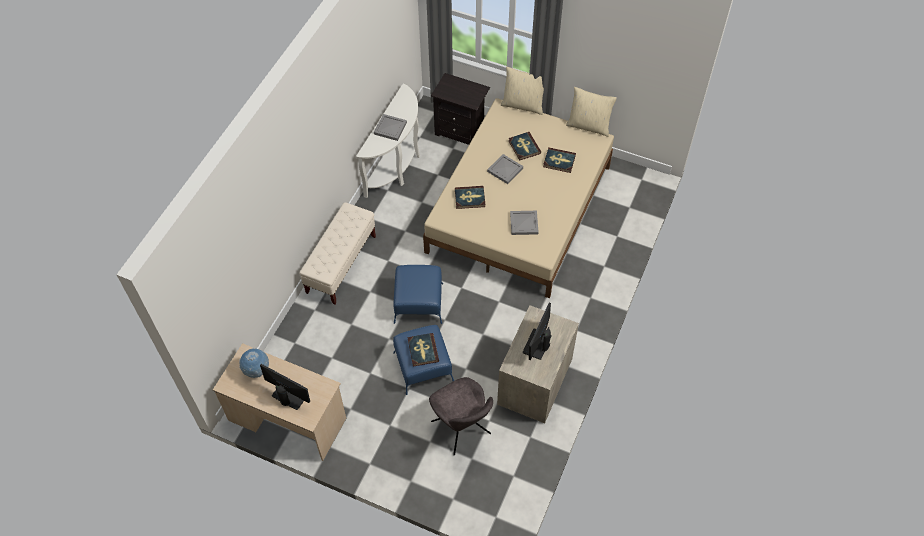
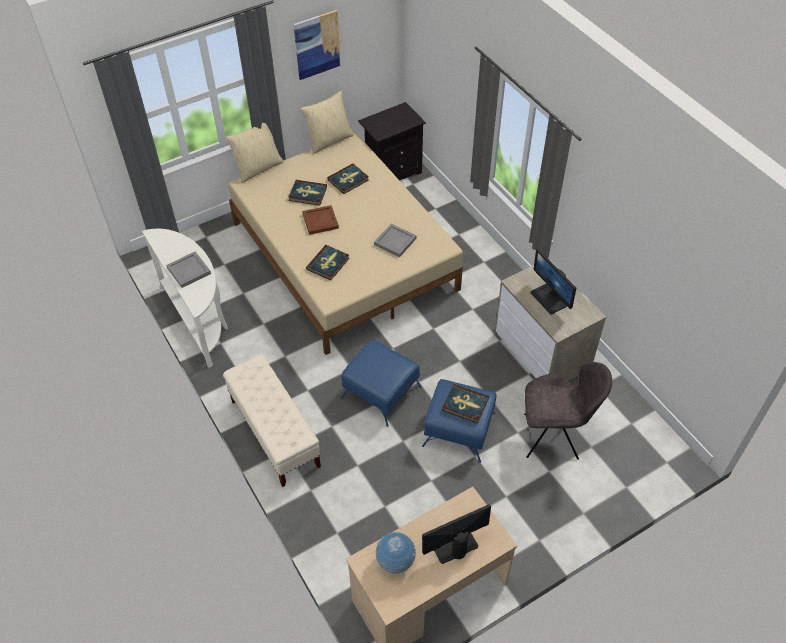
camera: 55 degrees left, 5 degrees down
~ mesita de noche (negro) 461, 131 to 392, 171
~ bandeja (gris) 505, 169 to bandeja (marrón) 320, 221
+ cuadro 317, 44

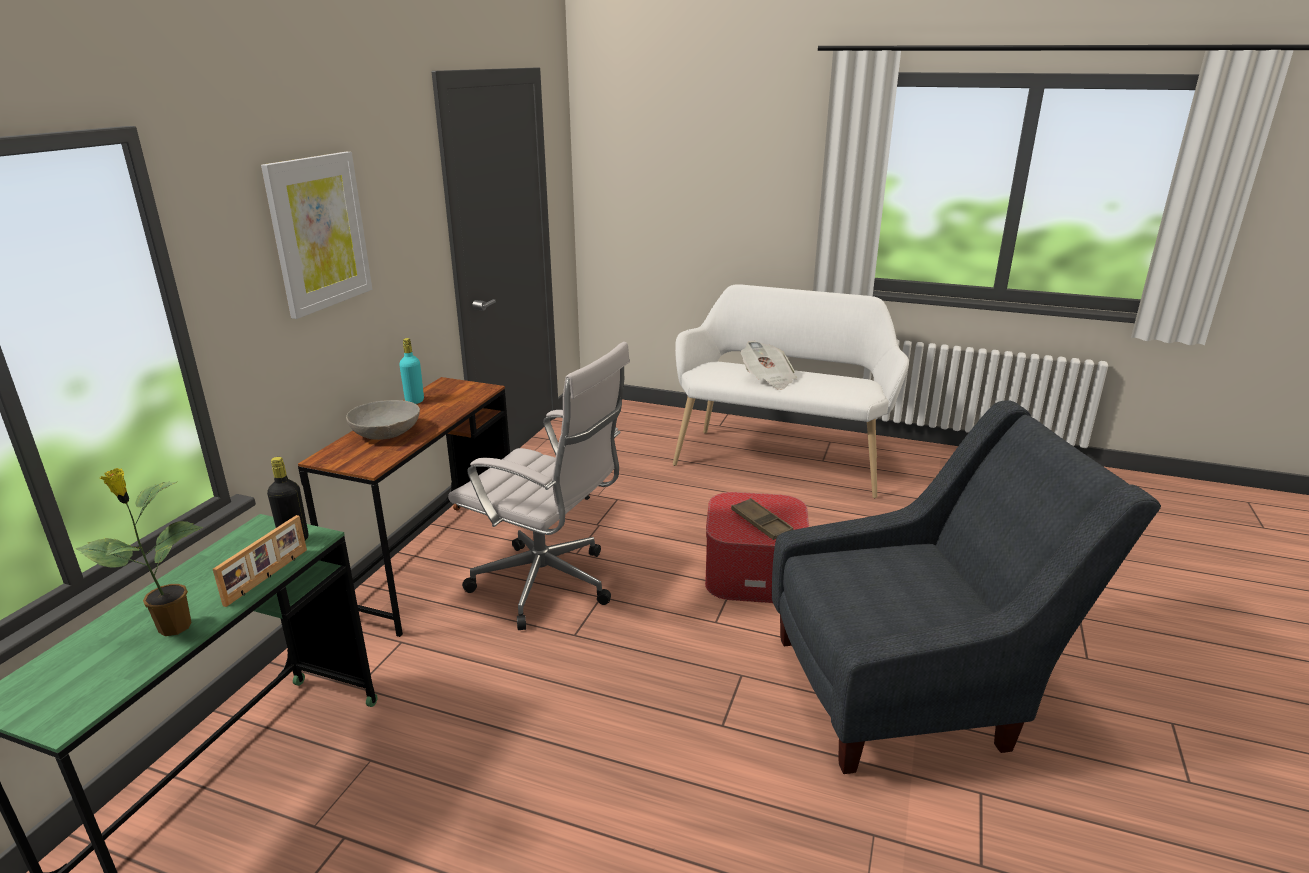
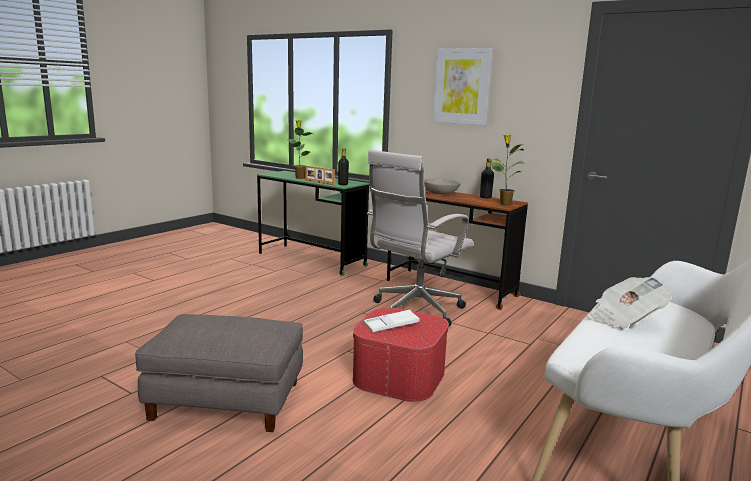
camera: 105 degrees right, 10 degrees down
~ botella (turquesa) 414, 401 to botella (negro) 485, 197
~ bandeja (marrón) 761, 523 to bandeja (blanco) 391, 325
~ sillón (gris) 913, 688 to puf (gris) 225, 401
+ planta en maceta 504, 204

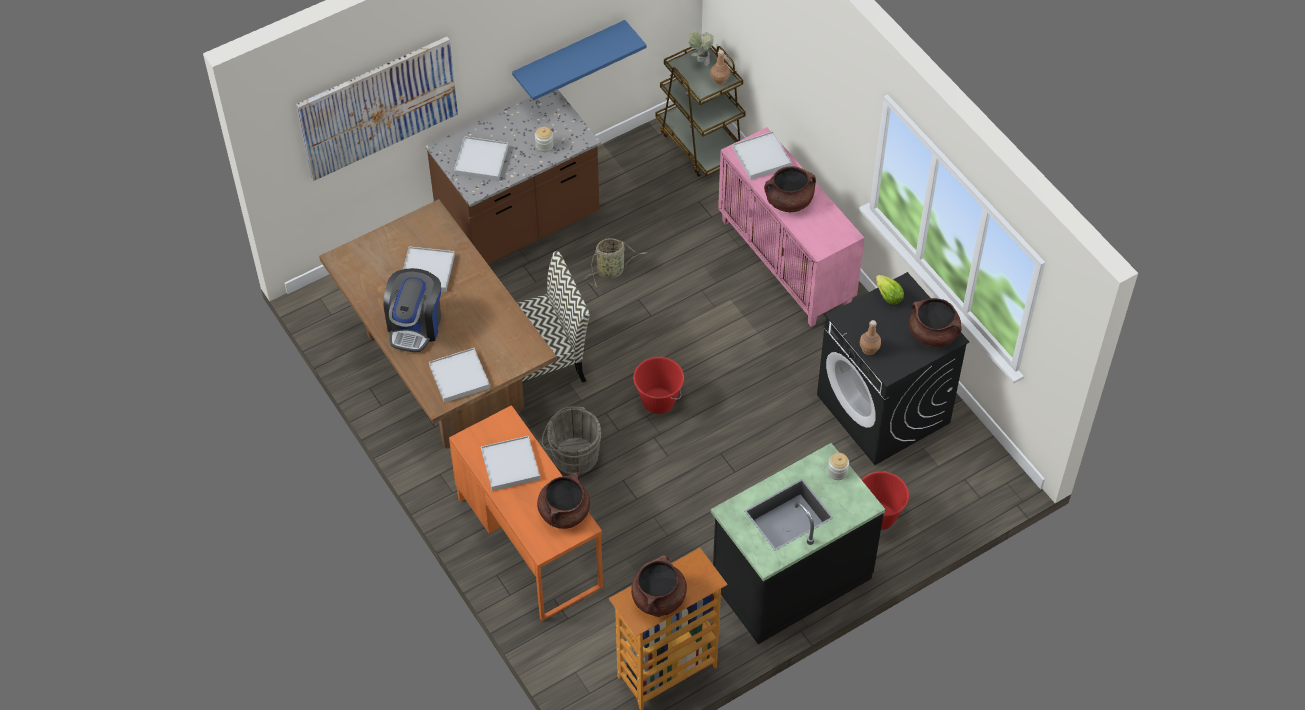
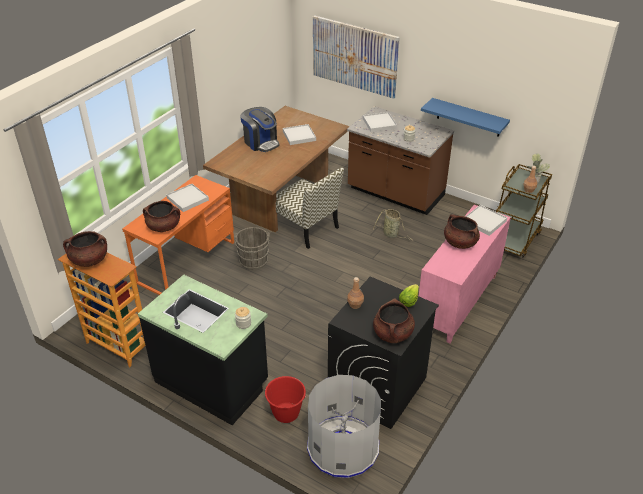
camera: 65 degrees right, 15 degrees down
~ cafetera 415, 325 = 261, 142 120 degrees counterclockwise
- bandeja (blanco) 459, 377
- cubo (rojo) 658, 401
+ papelera (gris) 343, 447

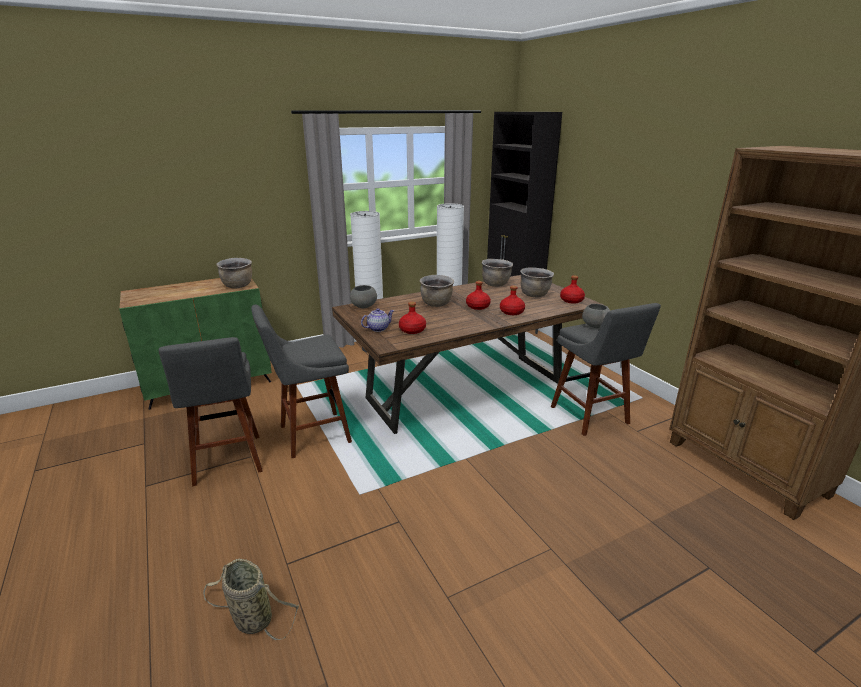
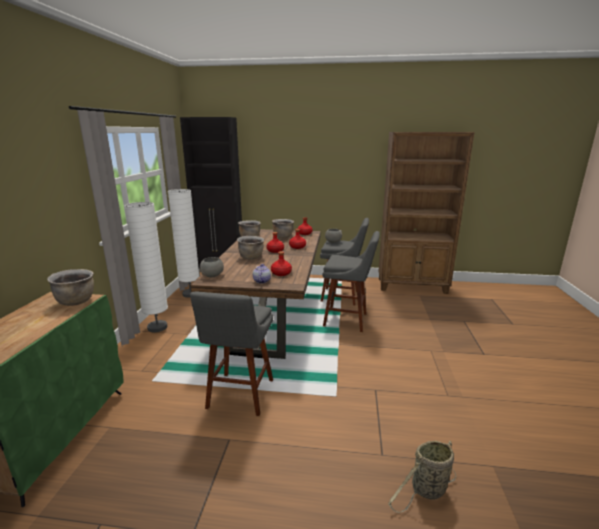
camera: 55 degrees left, 5 degrees down
~ taburete (gris) 227, 462 to 348, 320

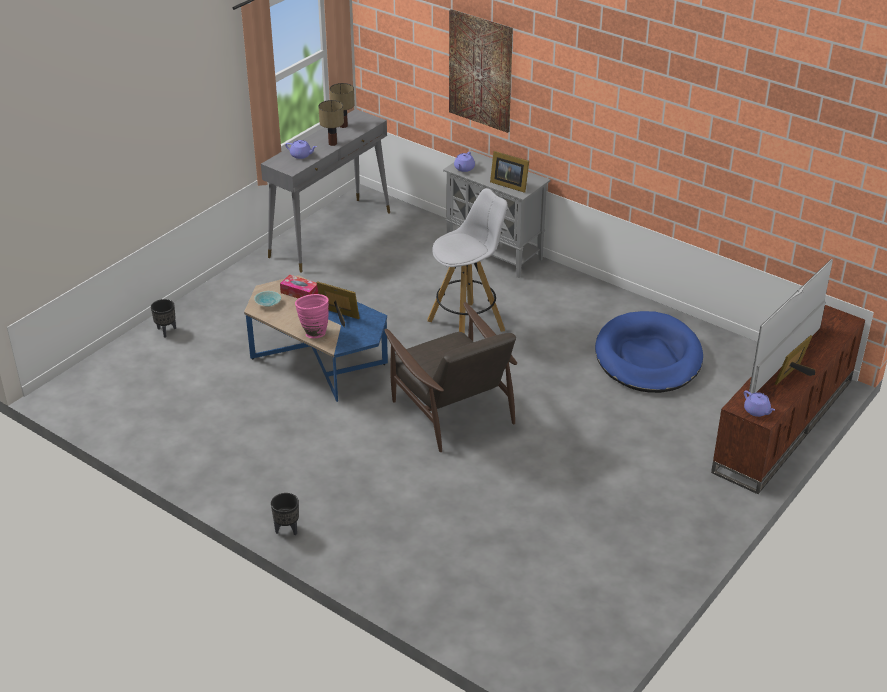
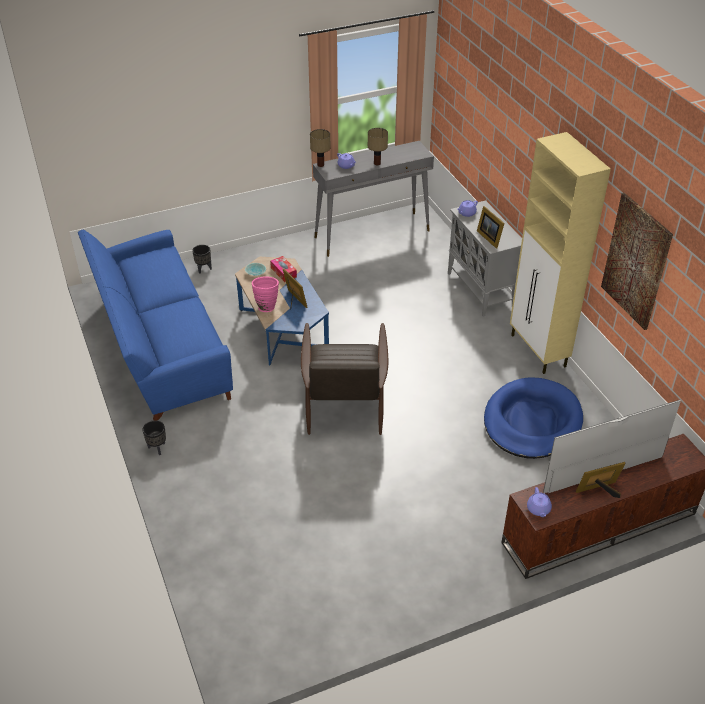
camera: 30 degrees right, 5 degrees up
~ lámpara de mesa 343, 125 to 320, 164
- taburete (blanco) 467, 325
~ cuadro 480, 70 to 636, 261
+ sofá (azul) 160, 347
+ armario (beis) 538, 351

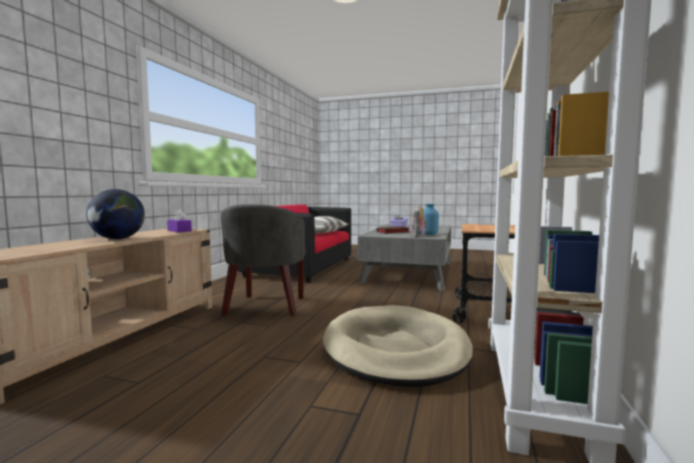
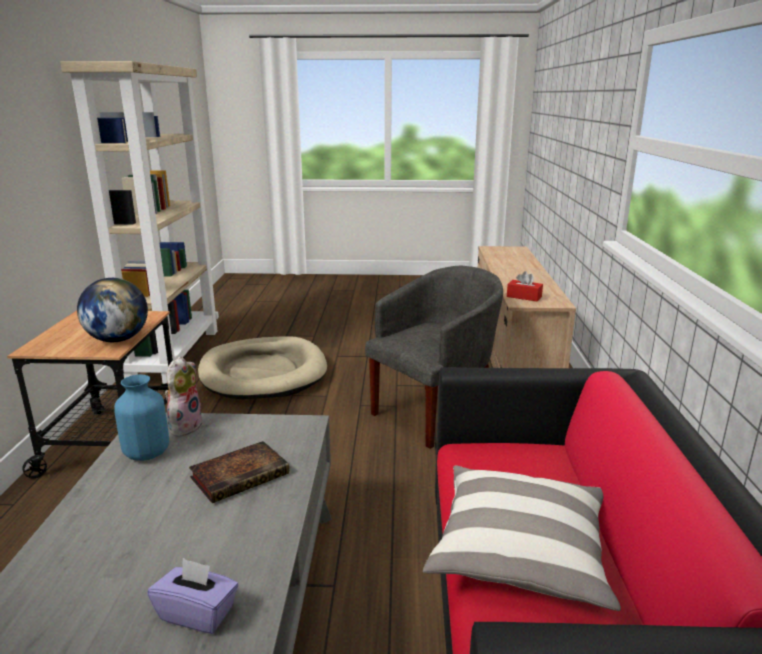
camera: 165 degrees right, 15 degrees up
~ globo terráqueo 118, 239 to 118, 339
~ caja de pañuelos (morado) 179, 231 to caja de pañuelos (rojo) 524, 297
~ sillón (gris) 266, 307 = 435, 414 60 degrees clockwise

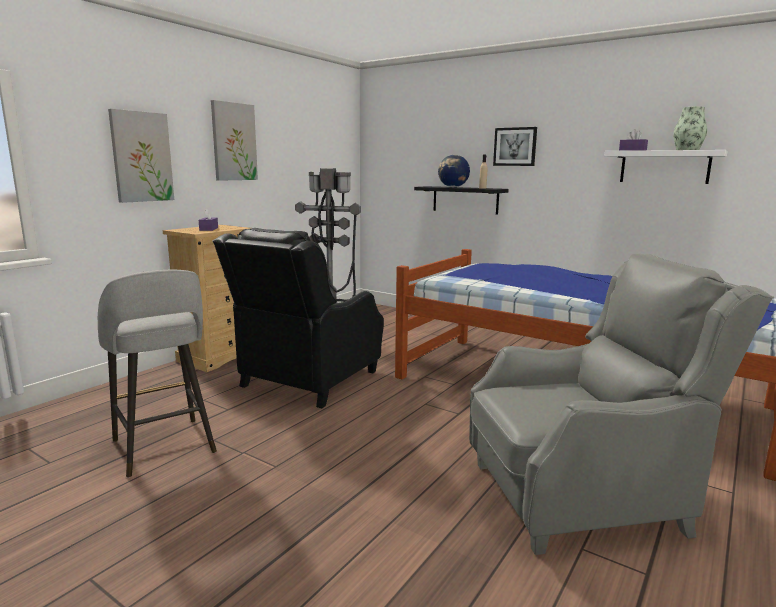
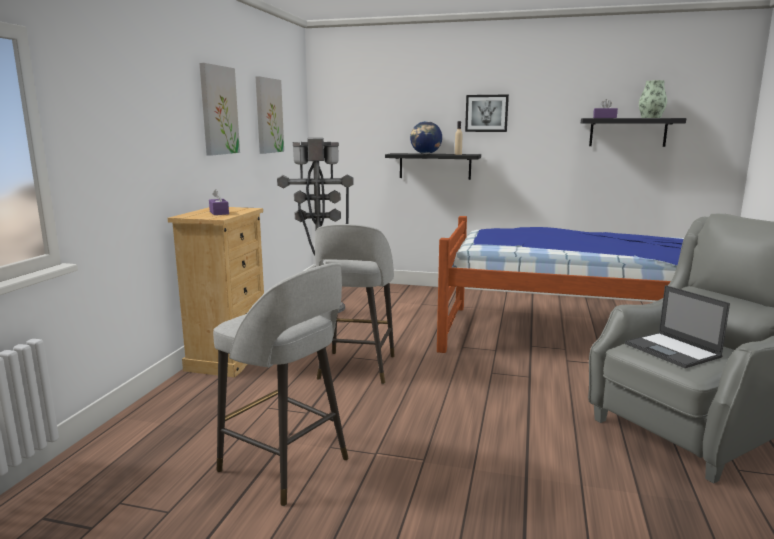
camera: 20 degrees left, 0 degrees up
~ cuadro 141, 157 to 268, 116
~ sillón (negro) 308, 380 to taburete (gris) 356, 368
~ estante (blanco) 664, 167 to estante (negro) 627, 132
+ portátil 673, 350

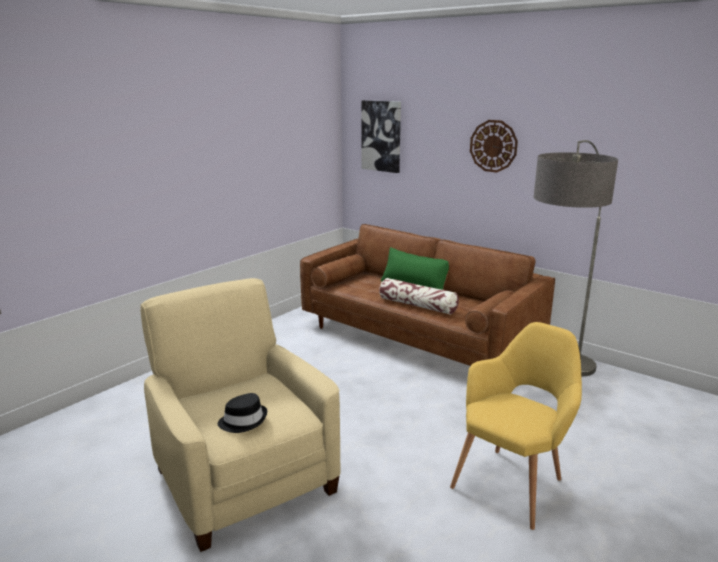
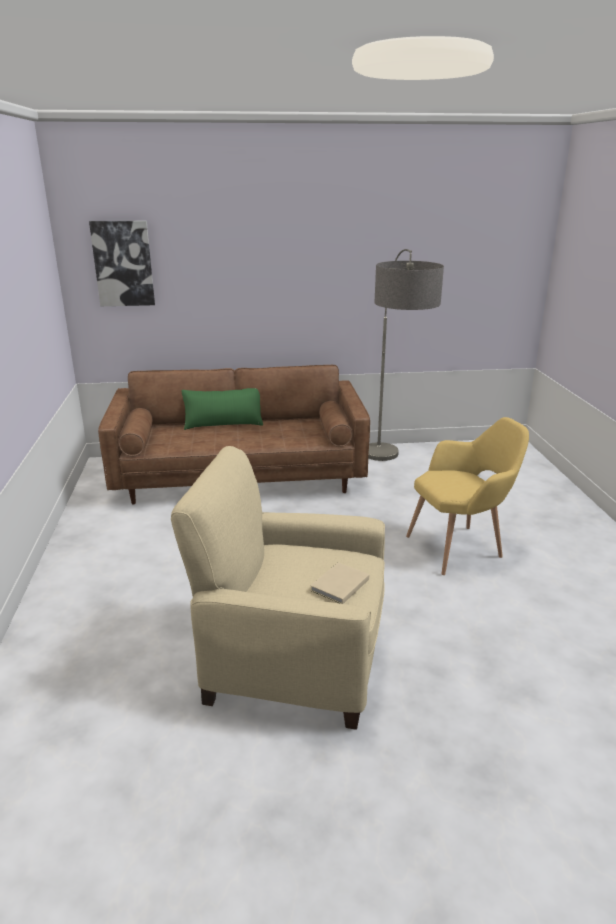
camera: 45 degrees left, 5 degrees up
~ sombrero (negro) 243, 420 to libro (beis) 338, 585
- cojín 417, 305
~ sillón (amarillo) 513, 482 = 460, 547 75 degrees clockwise
- reloj de pared 493, 146

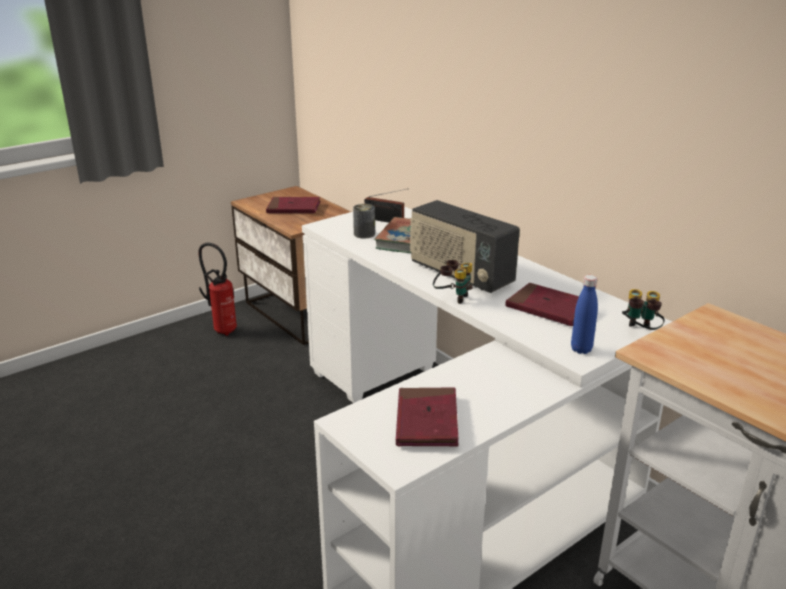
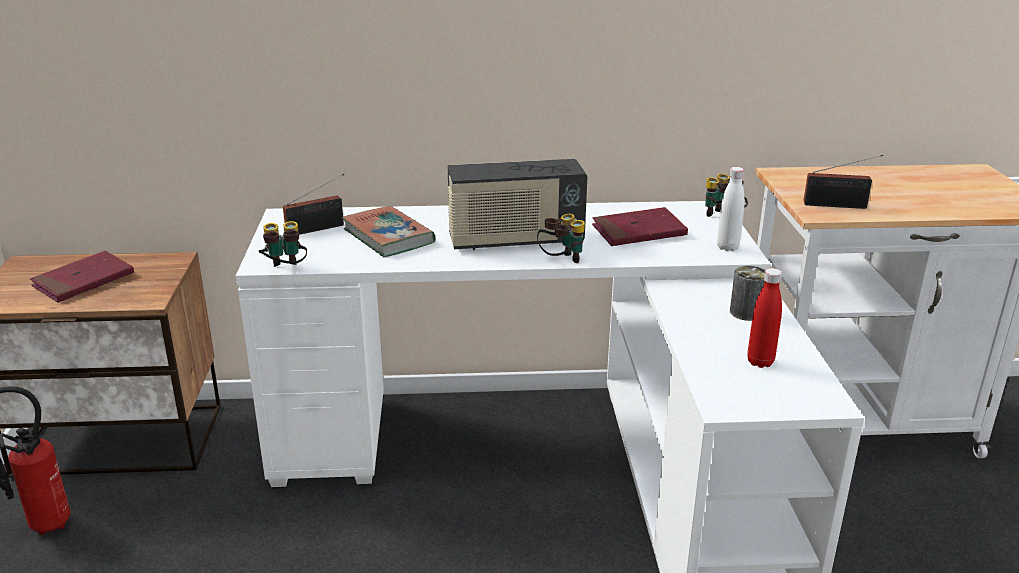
camera: 55 degrees left, 0 degrees up
~ lata 364, 234 to 746, 312
~ libro (rojo) 427, 421 to botella (rojo) 760, 362
~ botella (azul) 581, 349 to botella (blanco) 727, 247
+ prismáticos 285, 270
+ radio 838, 205

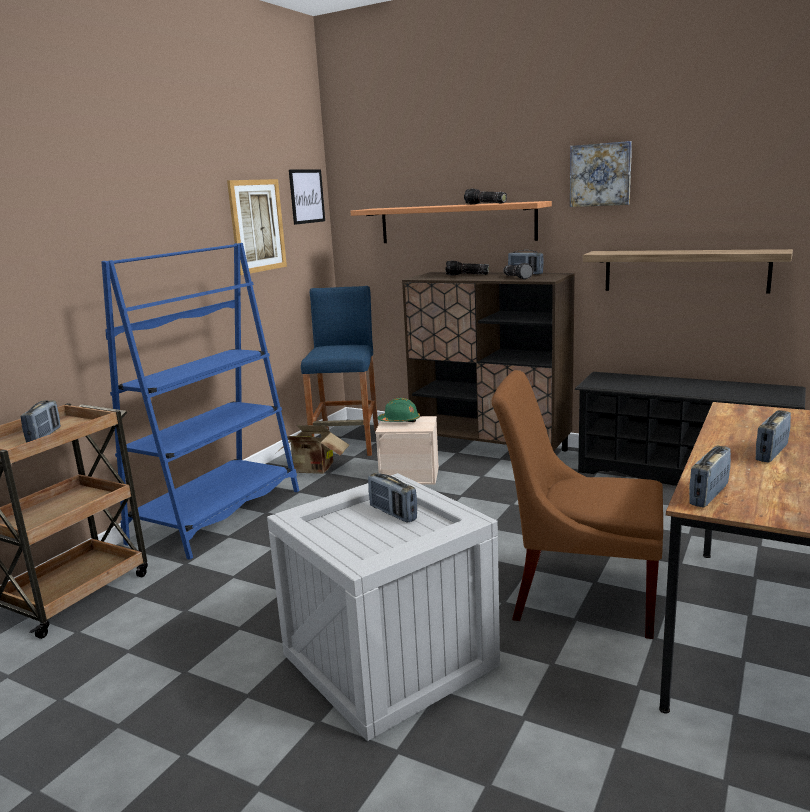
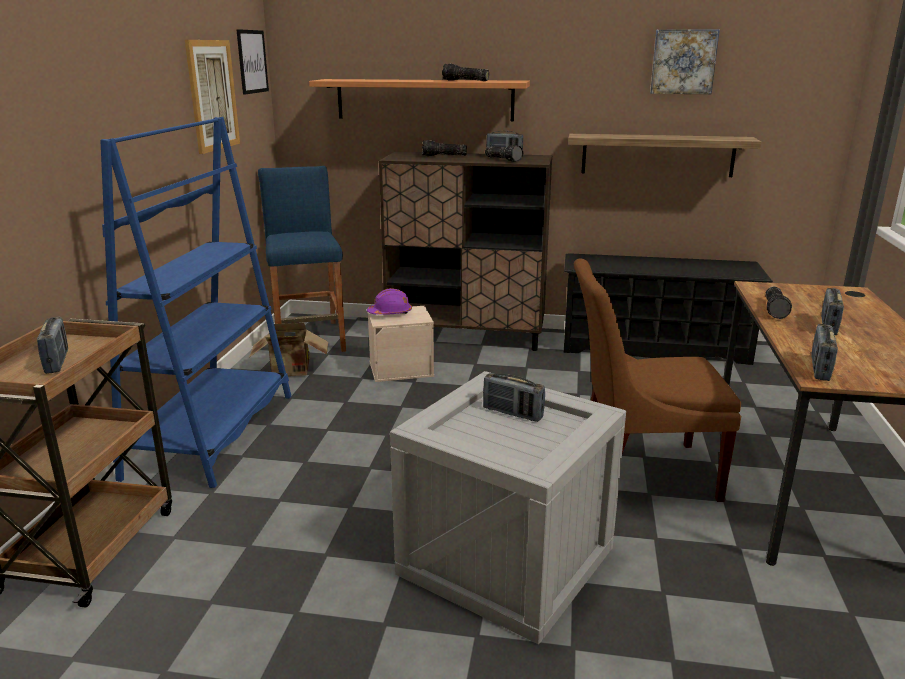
camera: 20 degrees left, 5 degrees up
~ casco (verde) 399, 421 to casco (morado) 390, 313
~ cuadro 600, 175 to 683, 62
+ linterna 776, 310

